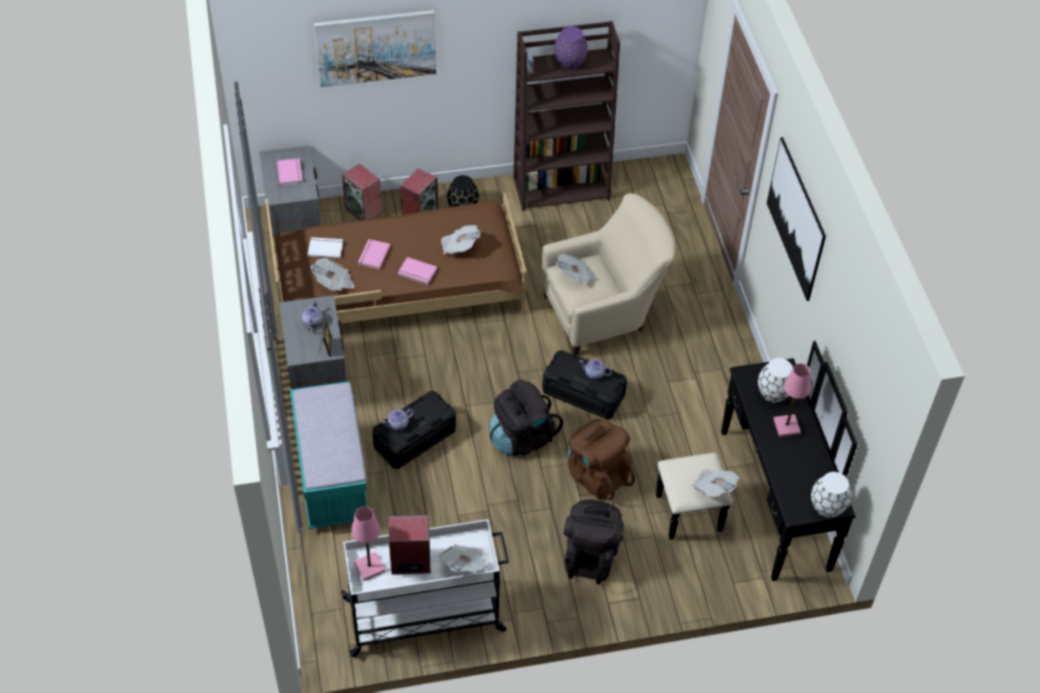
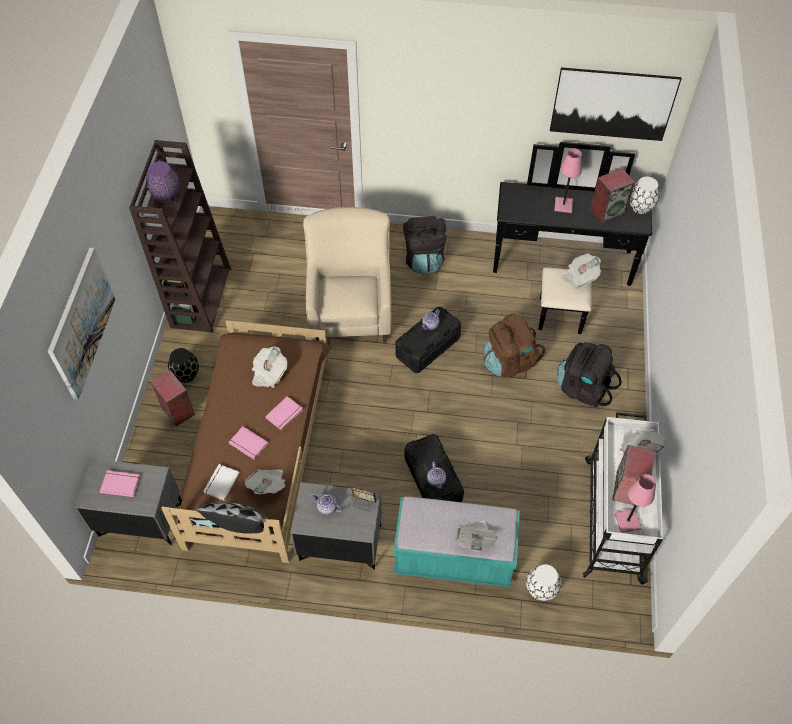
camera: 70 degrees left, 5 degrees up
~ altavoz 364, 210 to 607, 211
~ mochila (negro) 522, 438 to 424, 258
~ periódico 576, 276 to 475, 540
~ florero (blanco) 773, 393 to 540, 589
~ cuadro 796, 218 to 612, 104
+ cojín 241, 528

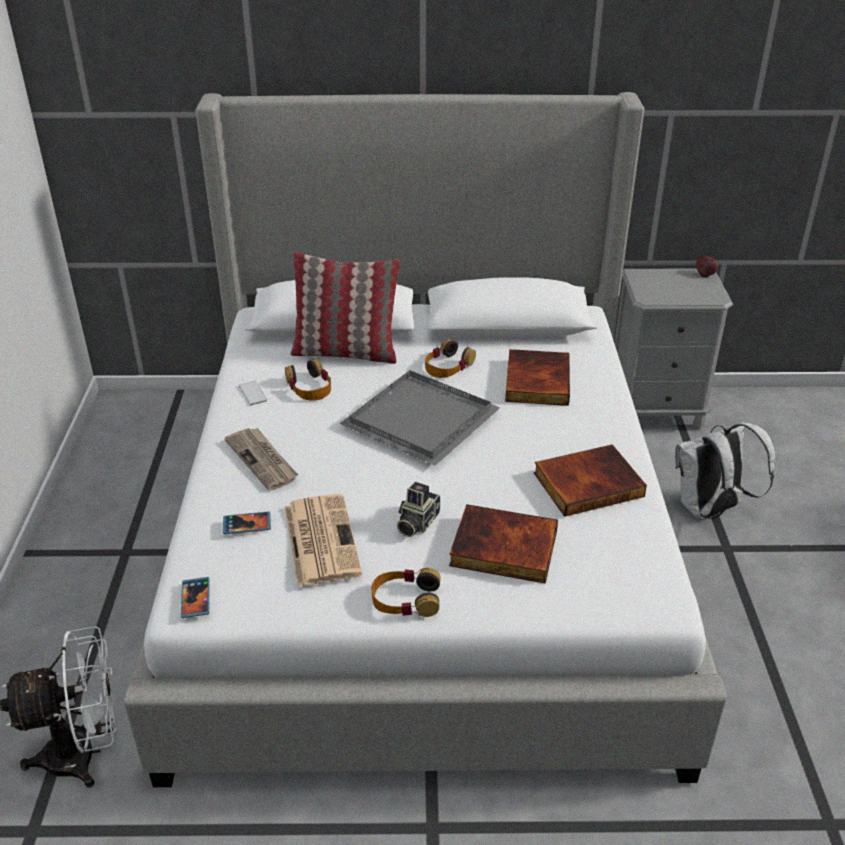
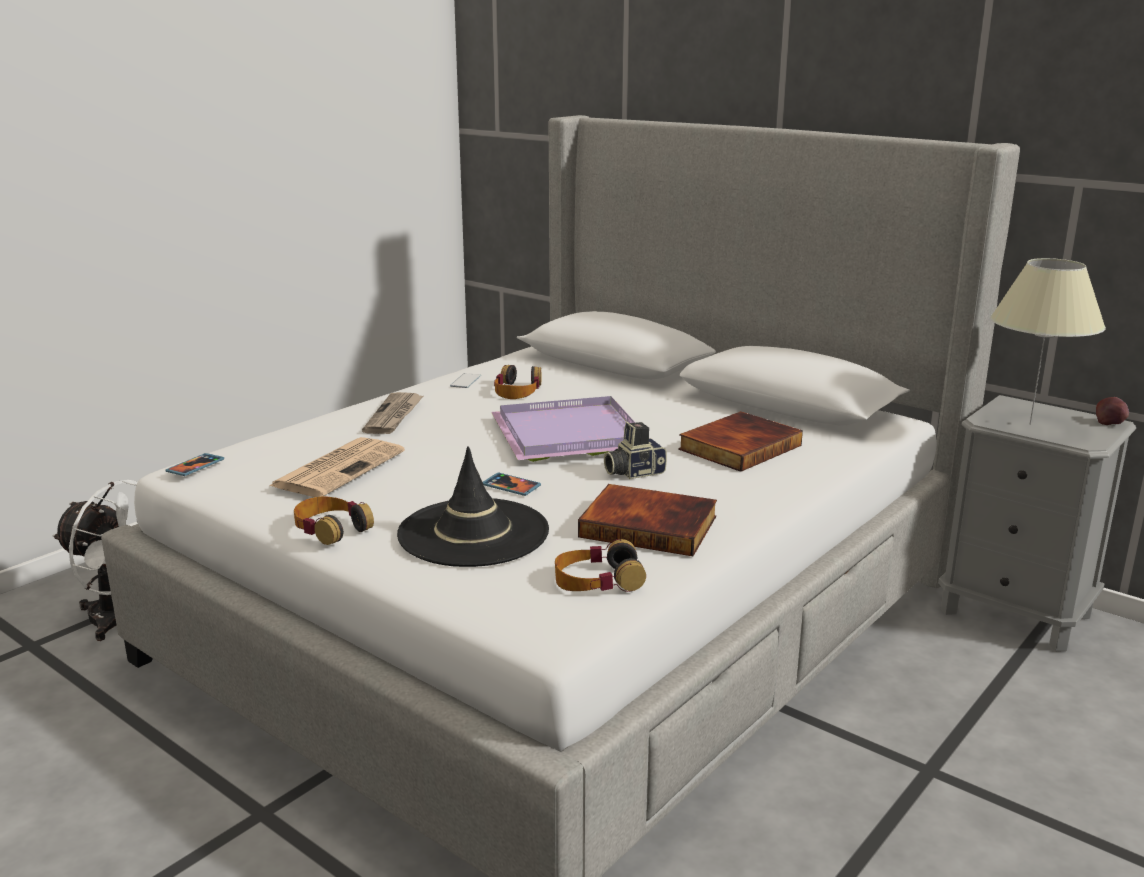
camera: 40 degrees right, 15 degrees down
~ móvil 247, 524 to 511, 486
- cojín 345, 352
~ bandeja (gris) 420, 418 to bandeja (morado) 572, 433
~ cámara 416, 522 to 633, 472
~ auriculares 448, 366 to 598, 580
~ libro 502, 549 to sombrero (negro) 473, 533
- mochila (blanco) 709, 510
+ lámpara de mesa (beis) 1029, 424

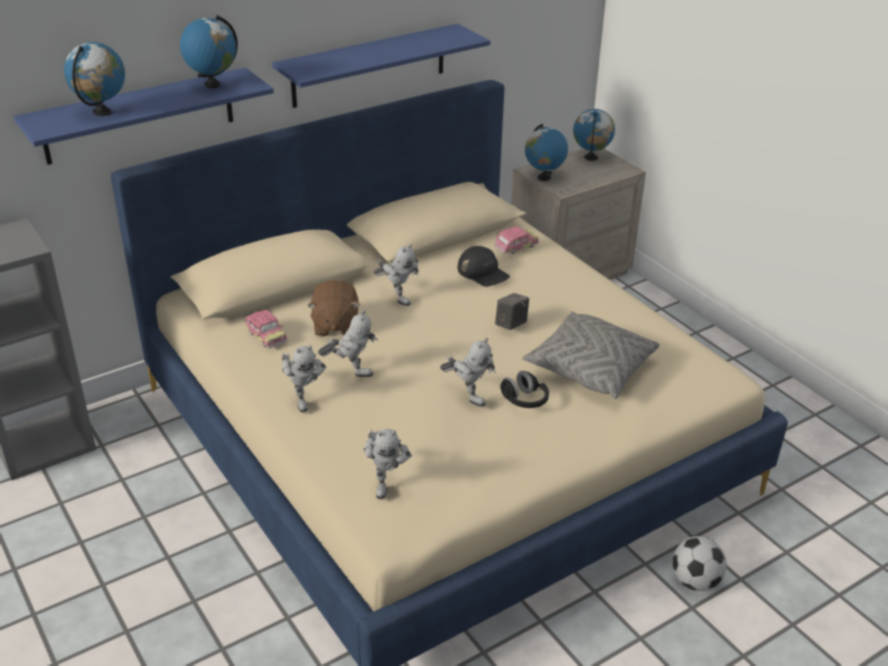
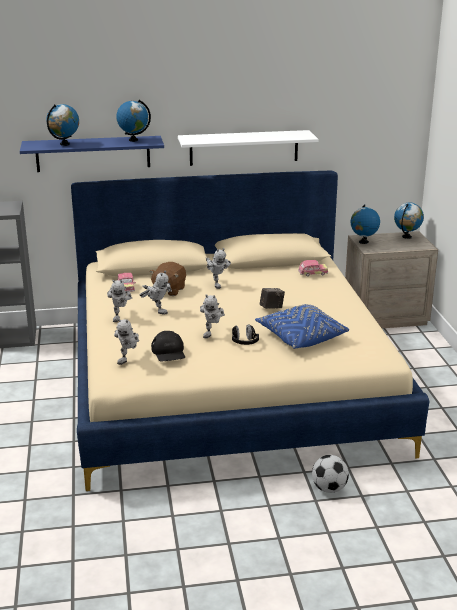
camera: 25 degrees right, 10 degrees down
~ estante (azul) 369, 65 to estante (blanco) 244, 147
~ robot de juguete 468, 395 = 212, 333 45 degrees clockwise
~ gorra (negro) 483, 272 to 169, 352
~ cojín (gris) 589, 368 to cojín (azul) 300, 337

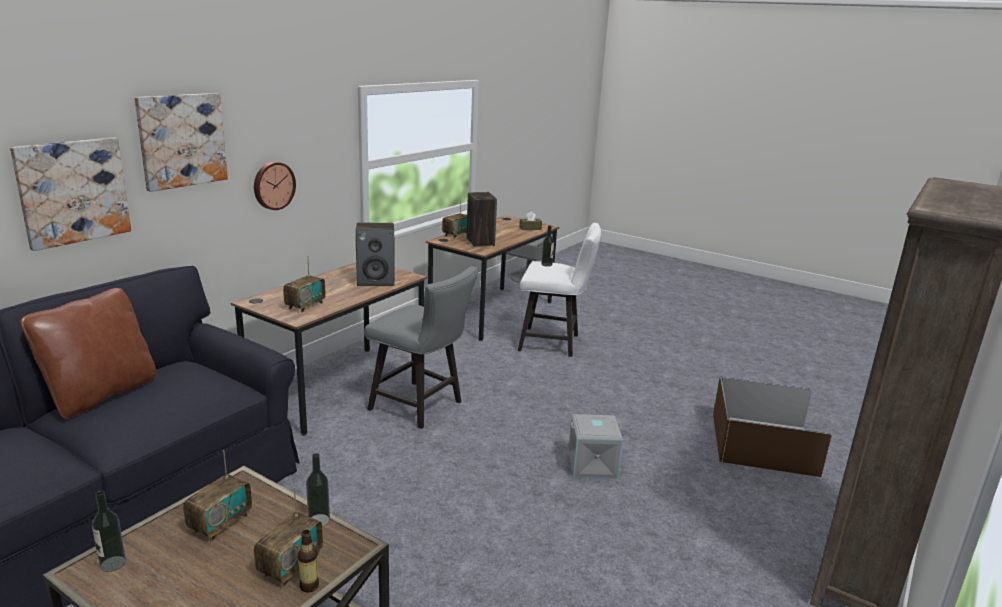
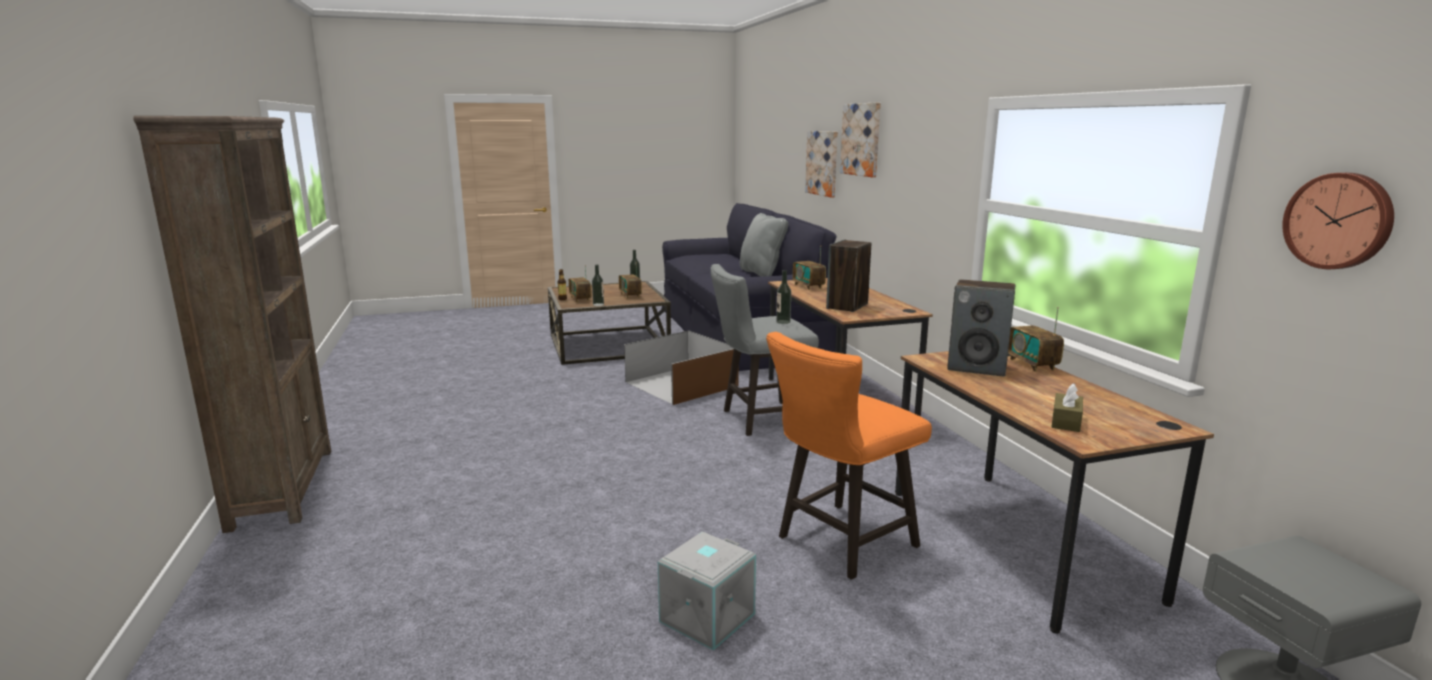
camera: 130 degrees right, 5 degrees down
~ cojín (marrón) 101, 394 to cojín (gris) 762, 273
~ reloj de pared 273, 185 to 1339, 221
~ taburete (blanco) 554, 343 to taburete (naranja) 839, 544
~ botella 546, 264 to 783, 322
~ caja de almacenaje (gris) 592, 466 to 706, 617
~ caja de almacenaje (marrón) 763, 444 to 680, 384

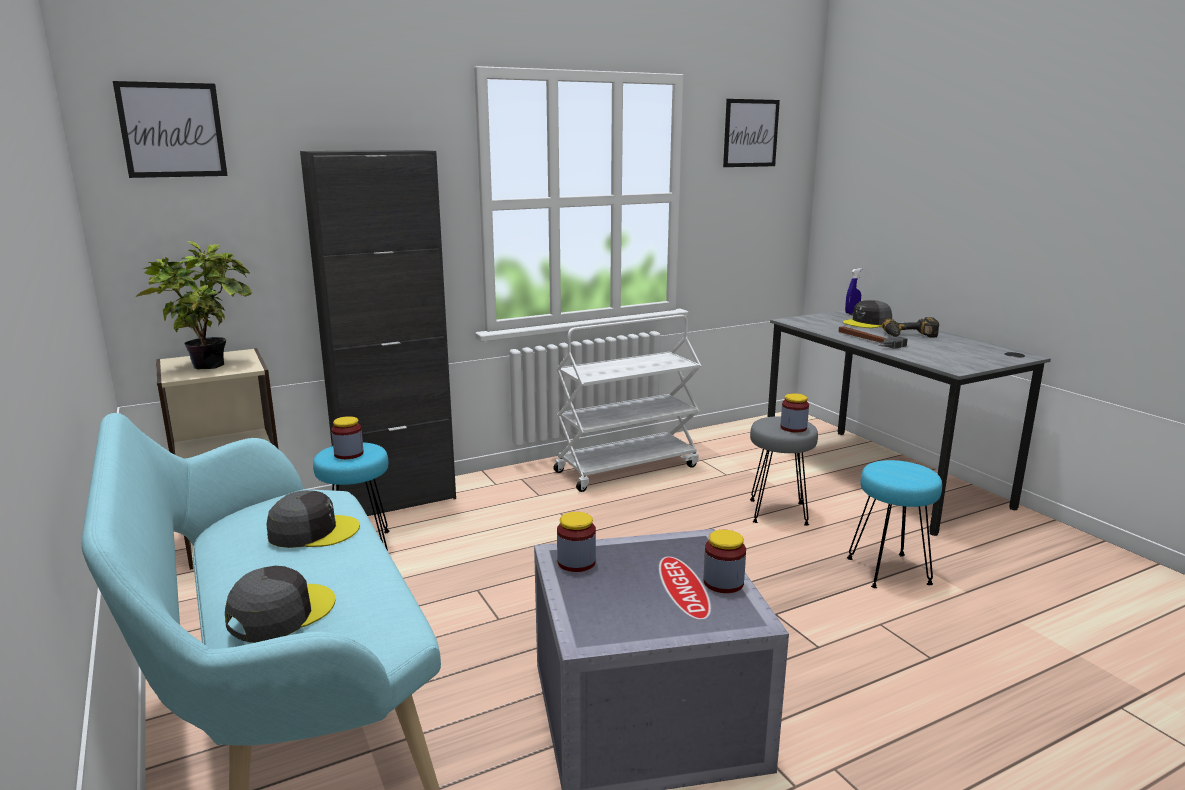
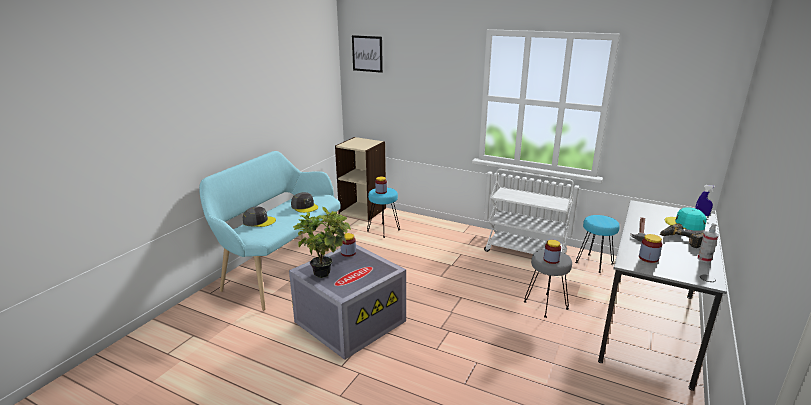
camera: 55 degrees right, 5 degrees up
~ planta en maceta 210, 364 to 326, 272
- armario (negro) 397, 500
~ tarro 723, 583 to 648, 258
- cuadro 750, 133
~ gorra (gris) 867, 323 to gorra (turquesa) 685, 224
~ taburete (turquesa) 889, 571 to 594, 263
+ pulverizador 704, 259

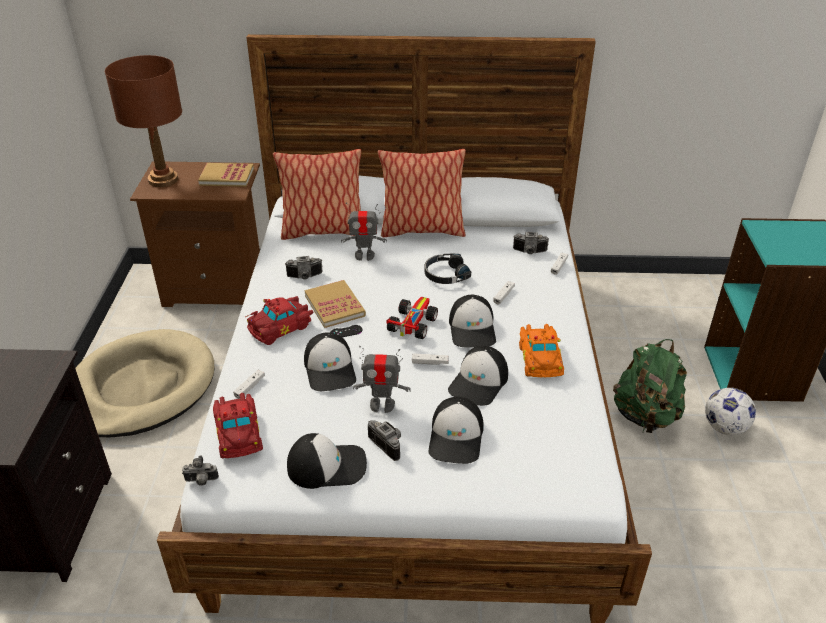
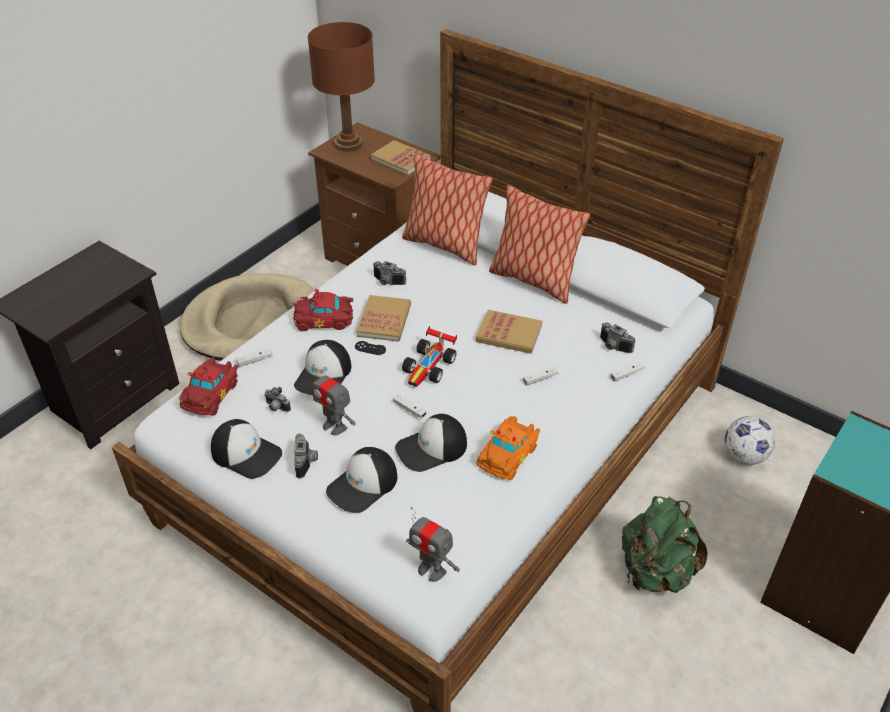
camera: 35 degrees right, 5 degrees up
~ cámara 201, 481 to 276, 408
~ robot de juguete 364, 255 to 431, 570
~ coche de juguete 411, 323 = 430, 366 150 degrees clockwise
~ auriculares (negro) 445, 274 to libro 509, 334
- gorra 473, 329
~ balón de fútbol 725, 427 to 744, 456

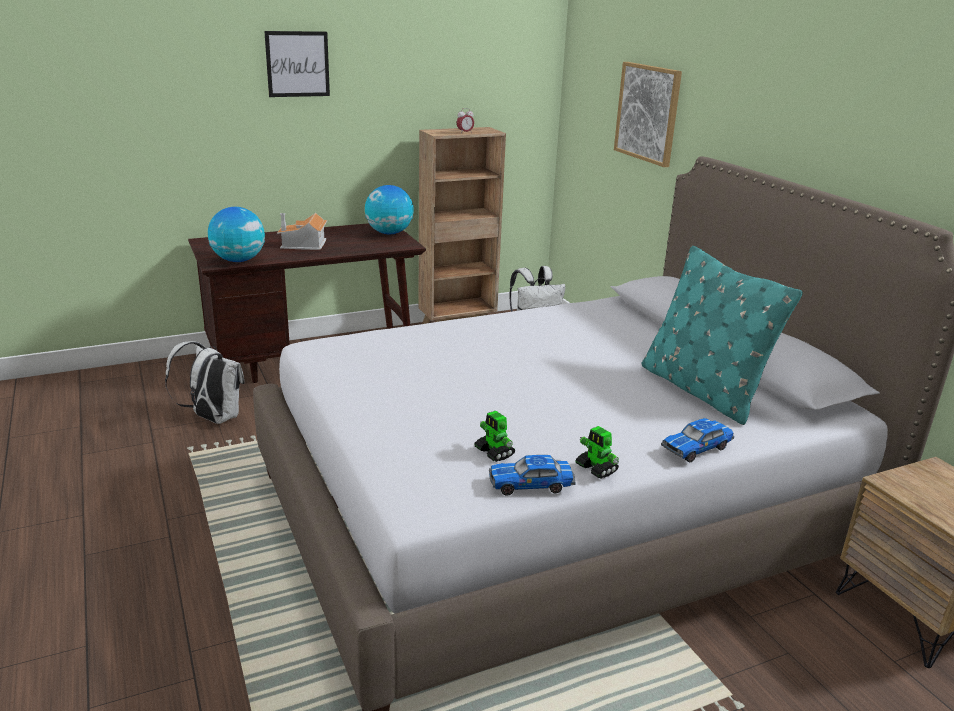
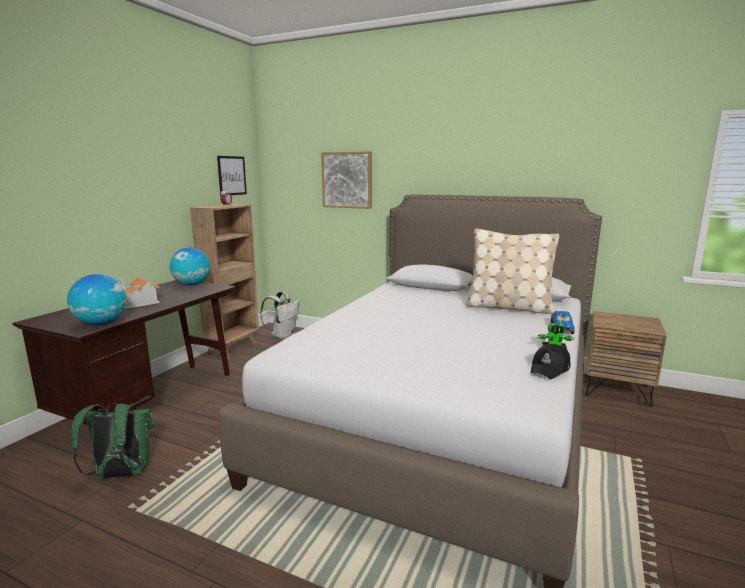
camera: 40 degrees left, 10 degrees down
~ mochila (blanco) 213, 418 to mochila (verde) 120, 474
~ cuadro 297, 64 to 232, 175
- robot de juguete 494, 453
~ coche de juguete 531, 484 to gorra (negro) 550, 369
~ cojín (turquesa) 702, 390 to cojín (beis) 508, 307

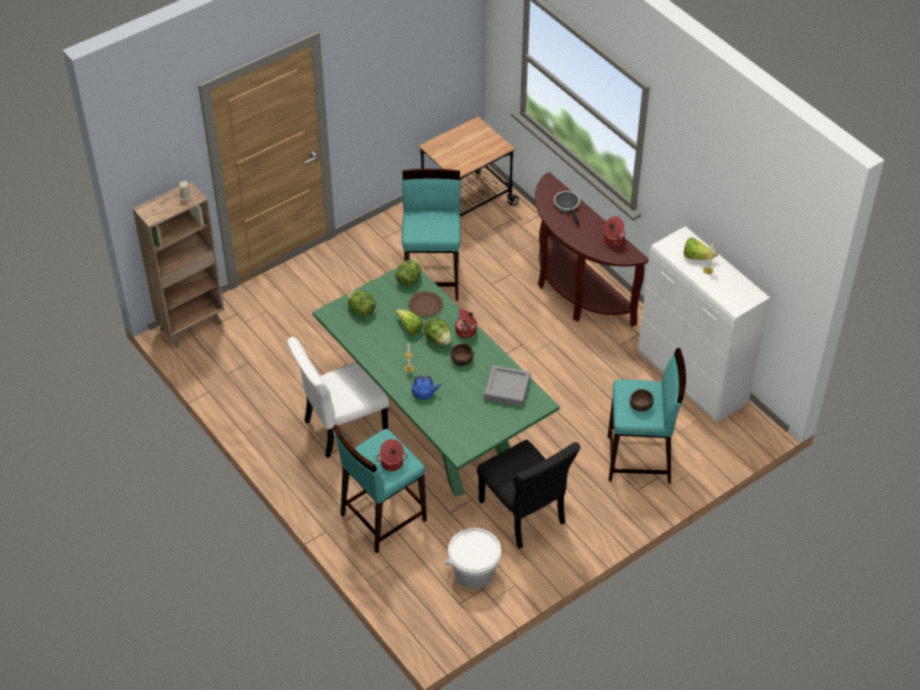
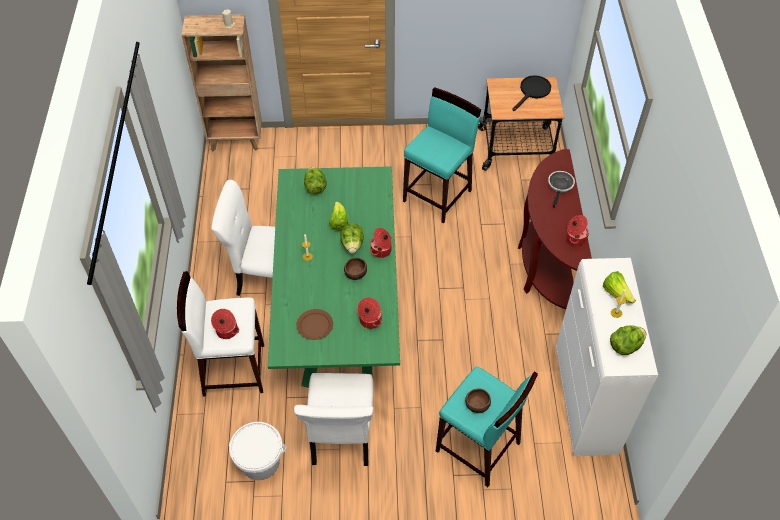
camera: 35 degrees right, 5 degrees up
~ taburete (turquesa) 382, 517 to taburete (blanco) 233, 369
~ lechuga 409, 280 to 625, 346
~ plato (marrón) 425, 305 to 314, 325
- hervidor (azul) 424, 393
~ silla (negro) 524, 515 to silla (blanco) 341, 437
~ bandeja (gris) 507, 388 to olla 369, 320
+ sartén (negro) 532, 91

